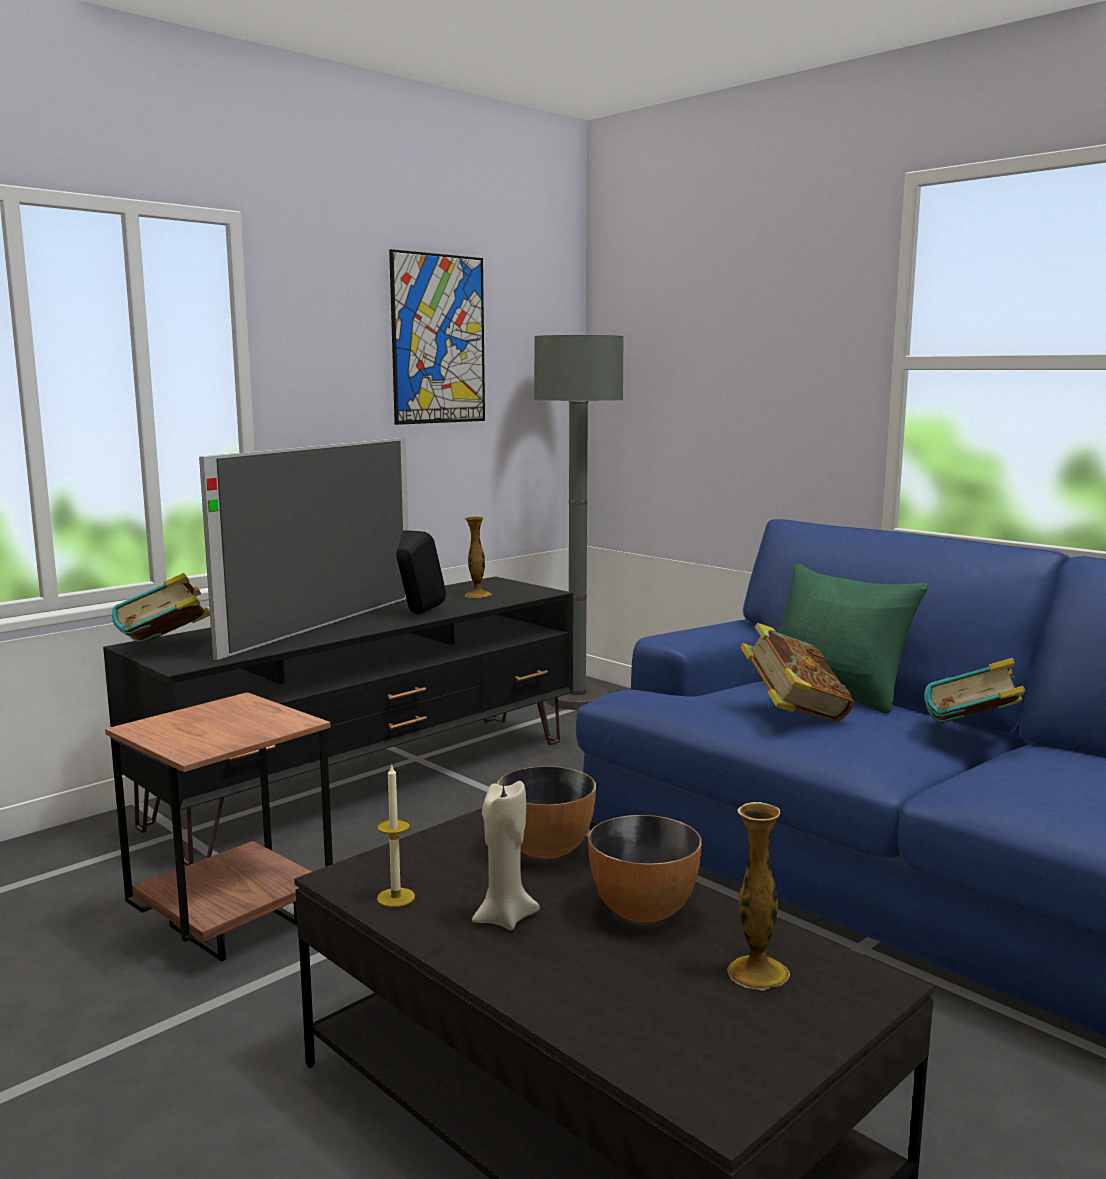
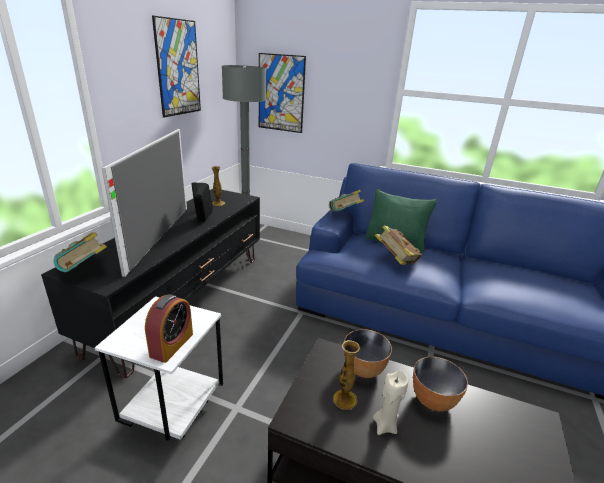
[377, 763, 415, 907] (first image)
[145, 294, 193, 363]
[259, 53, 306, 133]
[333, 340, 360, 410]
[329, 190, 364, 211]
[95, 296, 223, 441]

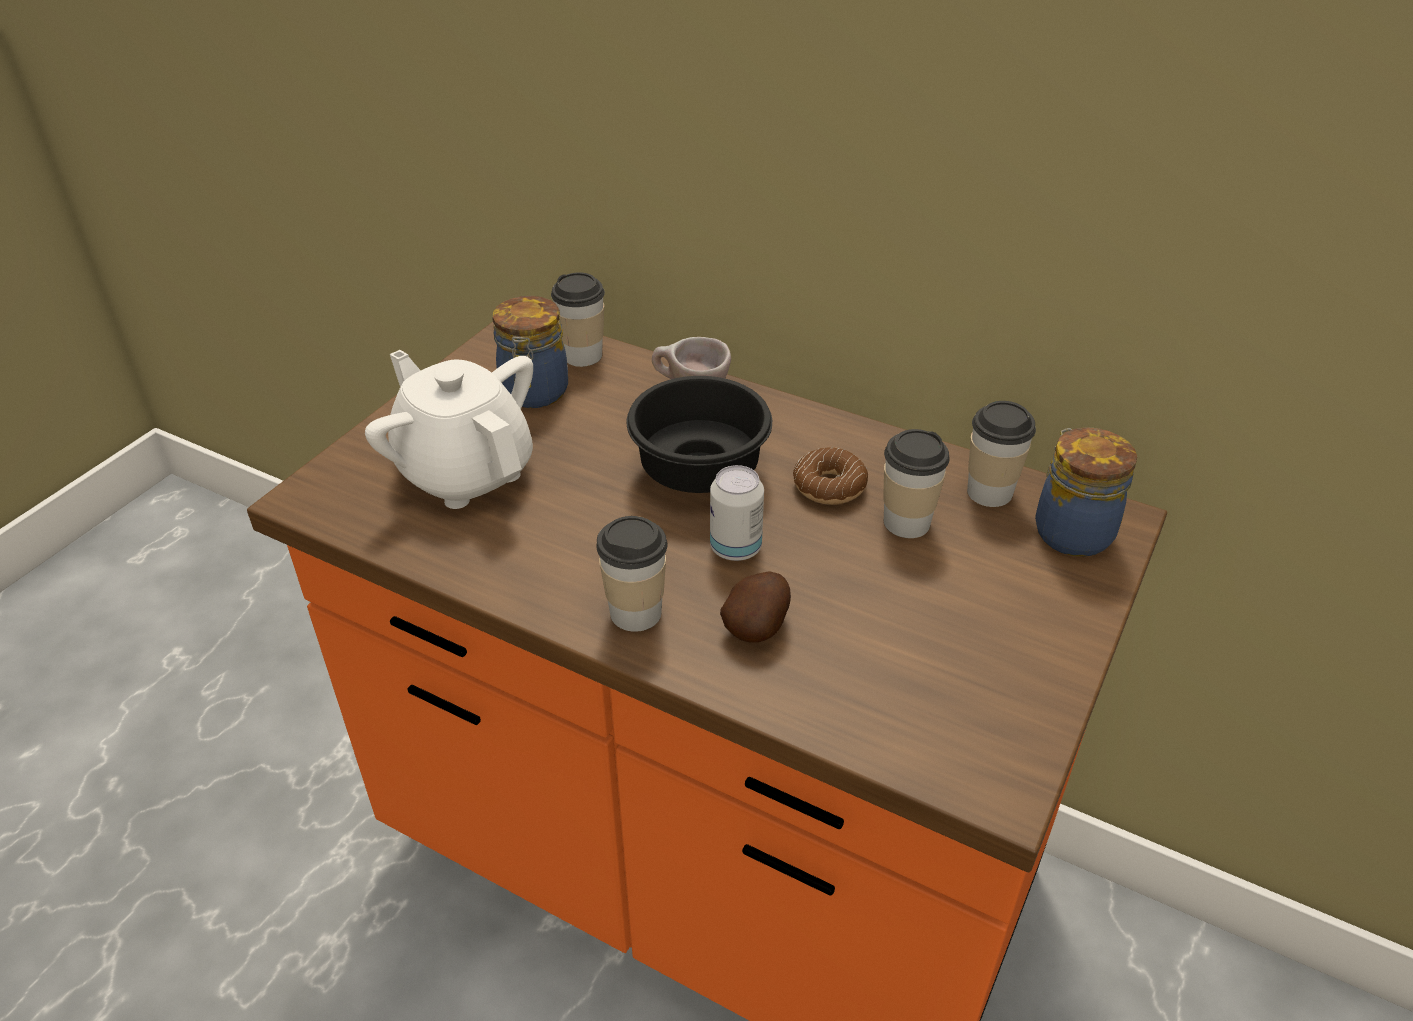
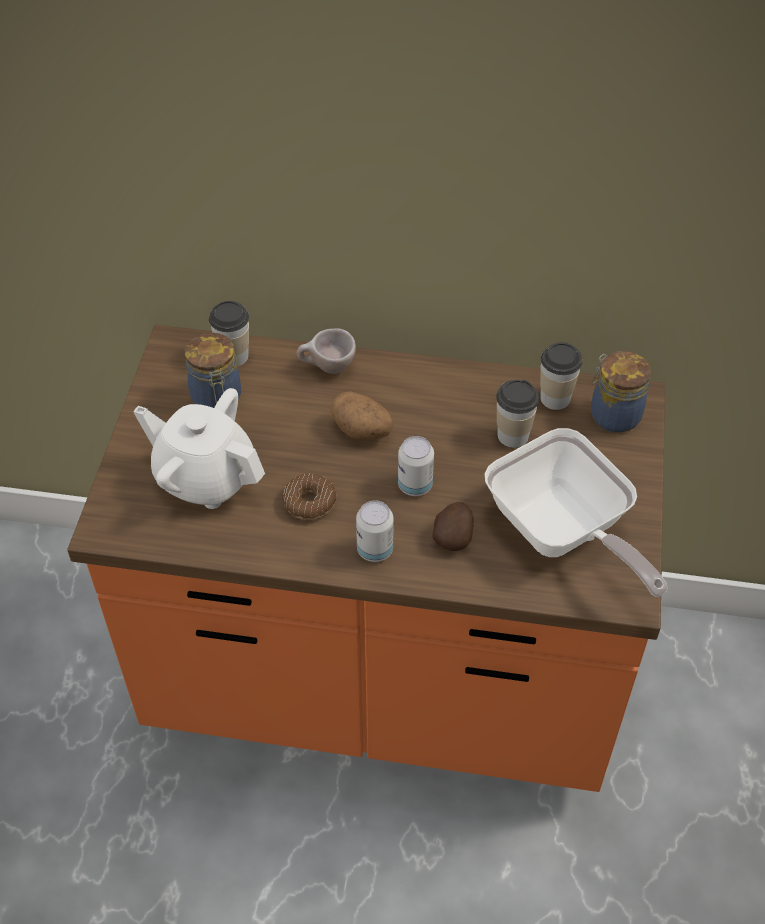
[485, 428, 668, 597]
[282, 473, 336, 520]
[356, 500, 394, 562]
[330, 391, 394, 440]

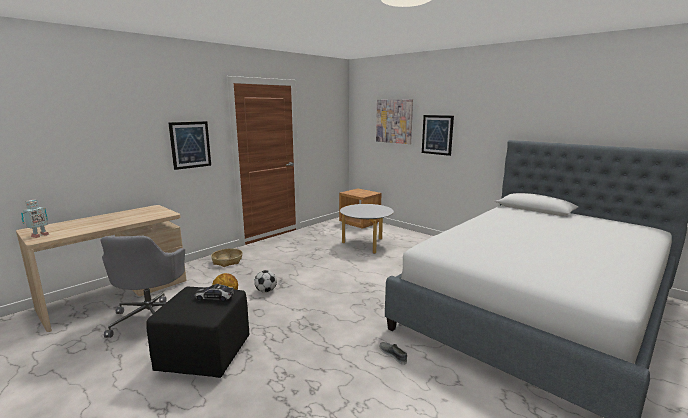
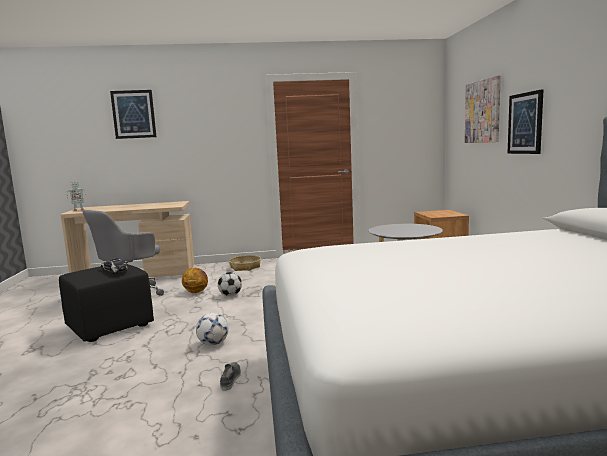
[196, 313, 229, 346]
[110, 90, 157, 139]

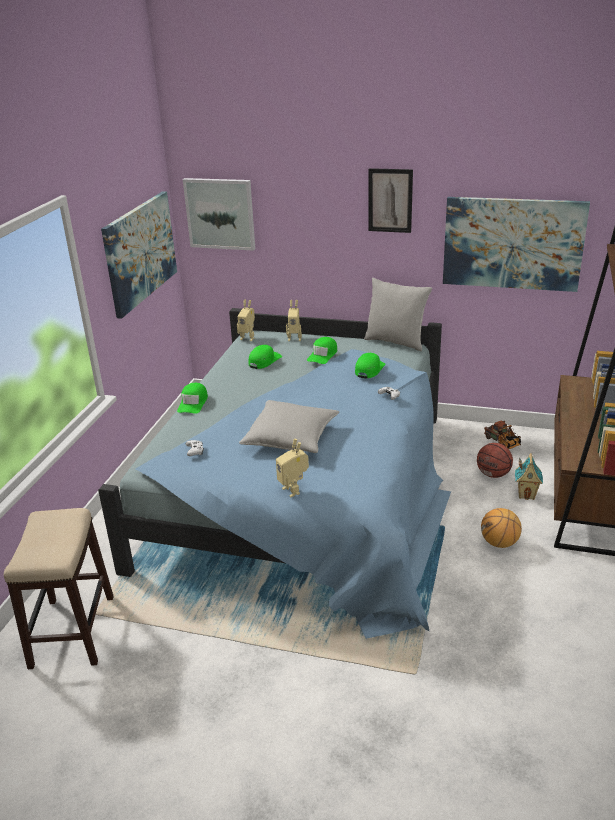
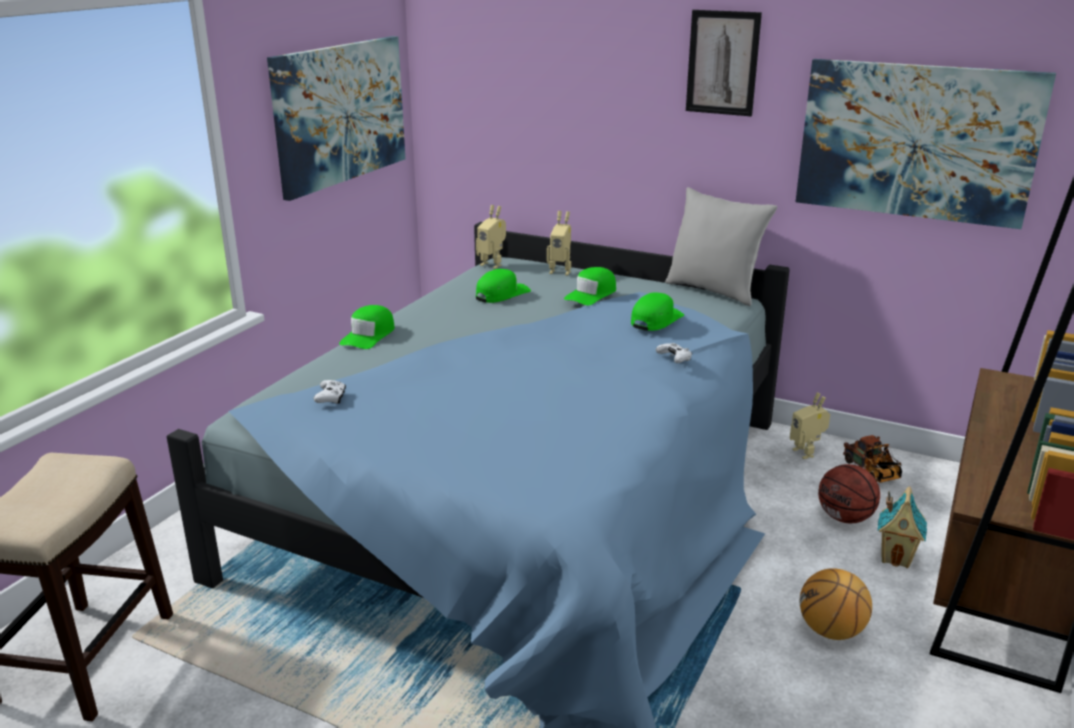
[183, 178, 255, 251] (first image)
[239, 400, 339, 453] (first image)
[790, 392, 830, 459]

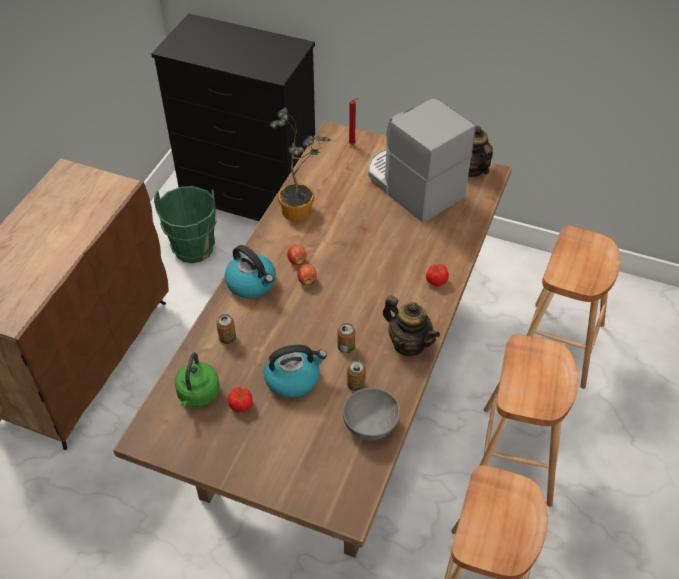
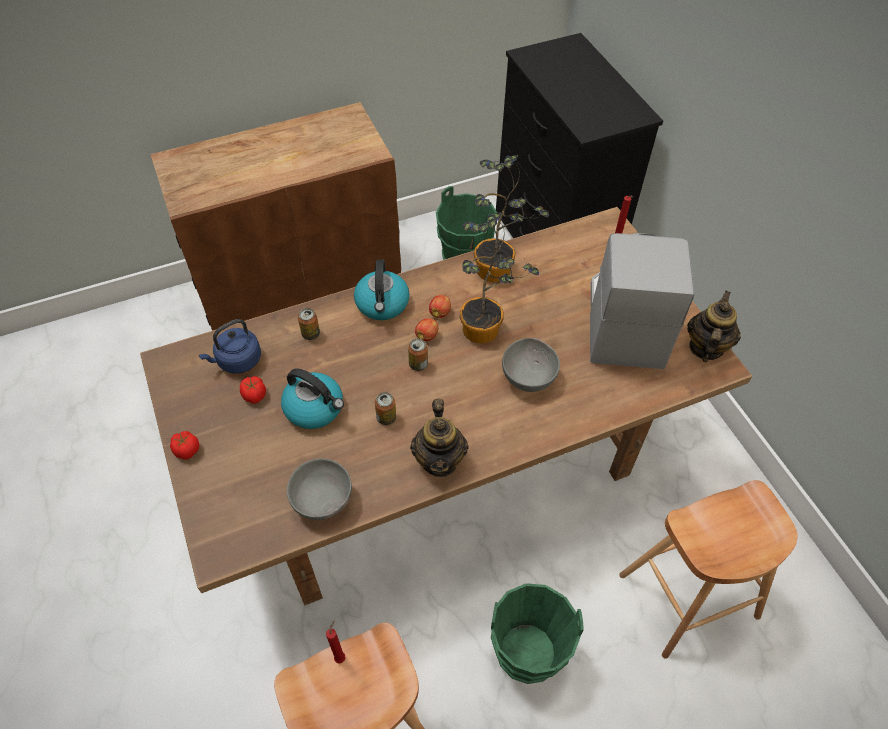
[326, 621, 346, 664]
[460, 212, 539, 344]
[502, 338, 560, 392]
[408, 338, 428, 371]
[170, 431, 199, 460]
[491, 583, 584, 684]
[199, 319, 261, 374]

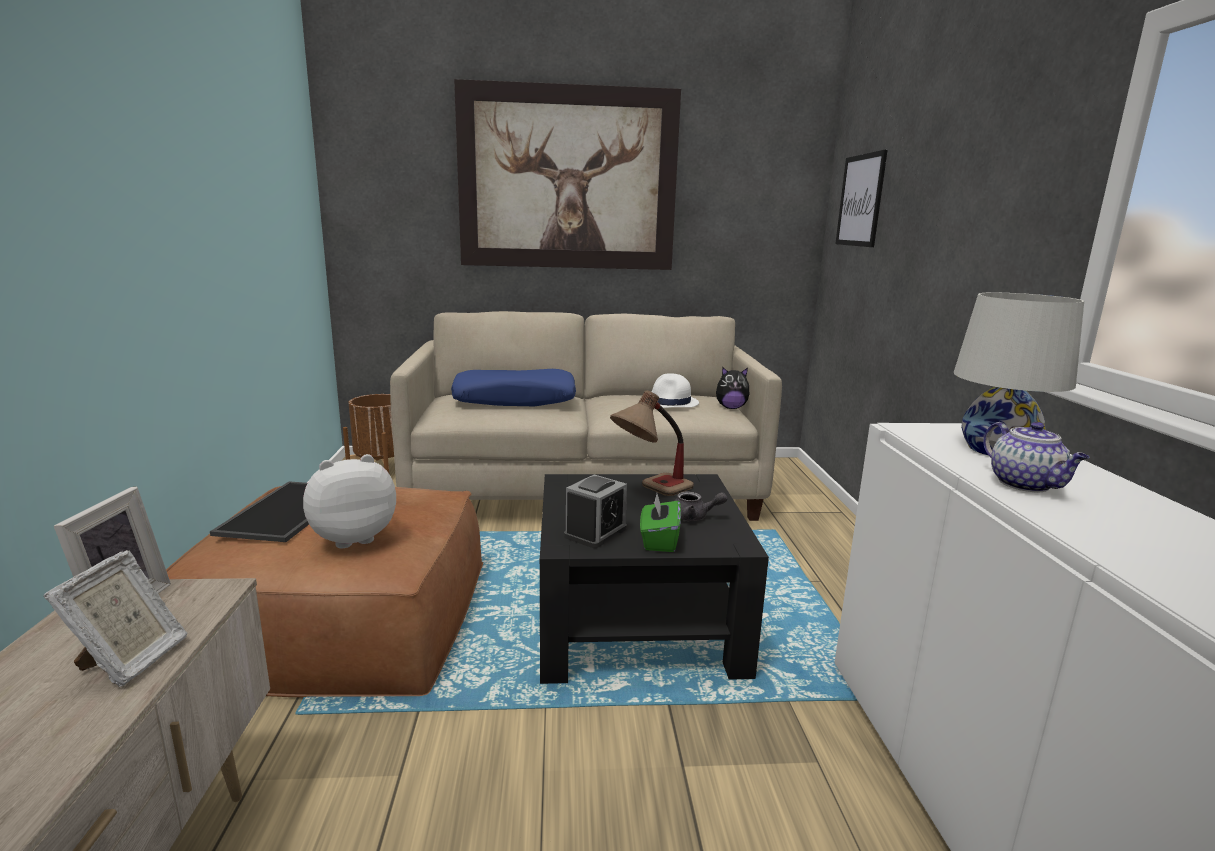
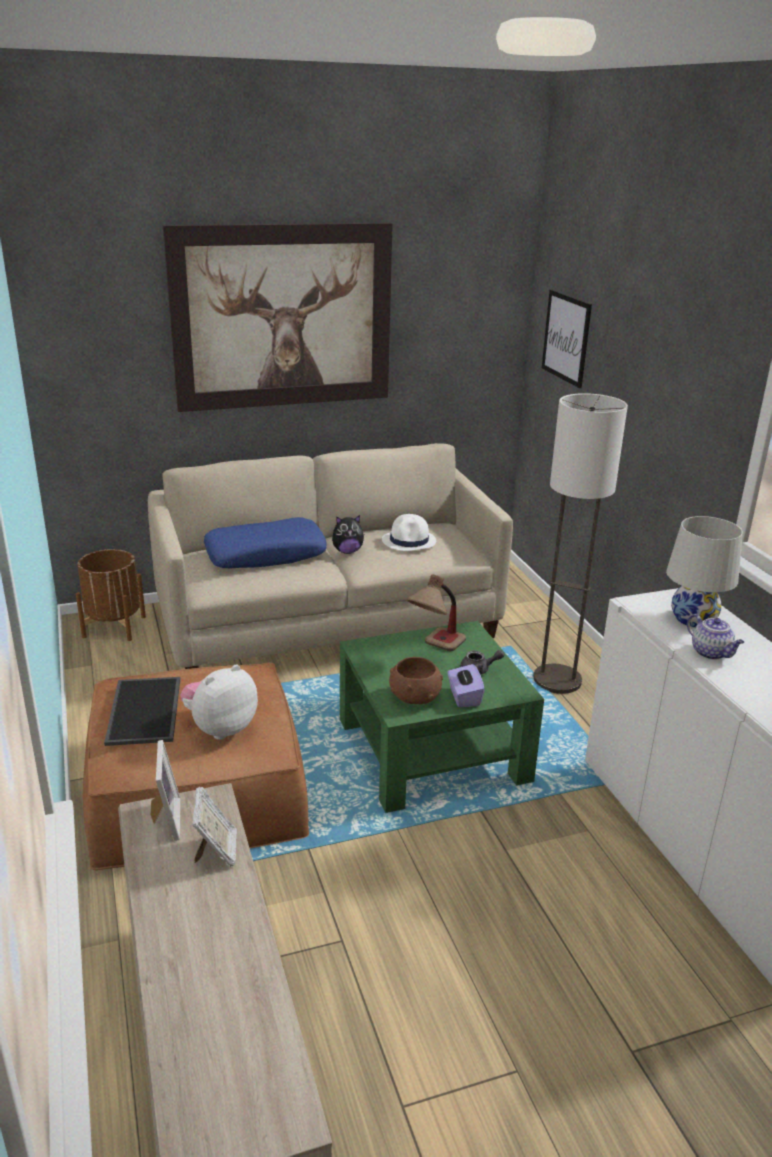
[533, 393, 628, 694]
[332, 515, 364, 554]
[389, 657, 443, 704]
[340, 621, 544, 813]
[447, 664, 485, 707]

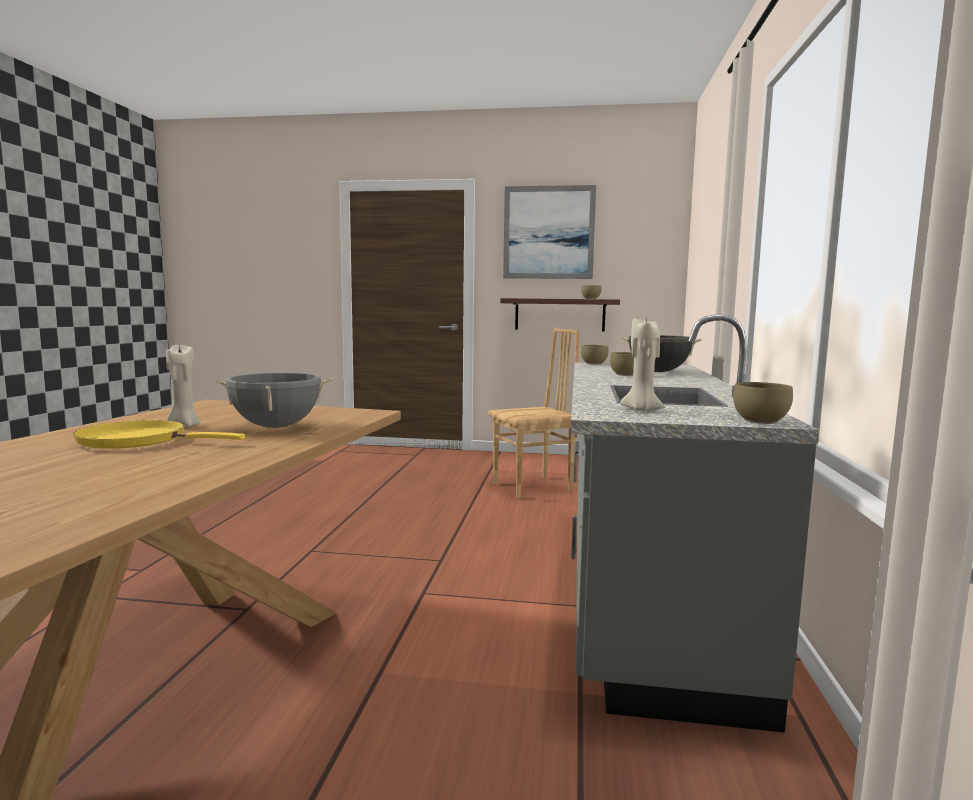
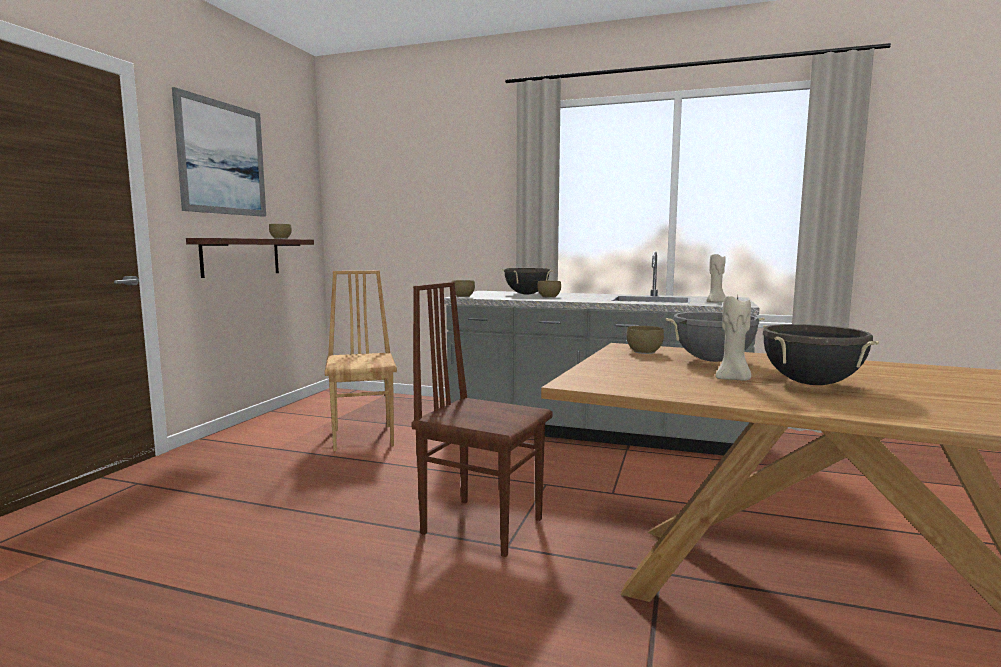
[411, 282, 553, 557]
[626, 326, 664, 354]
[763, 324, 879, 385]

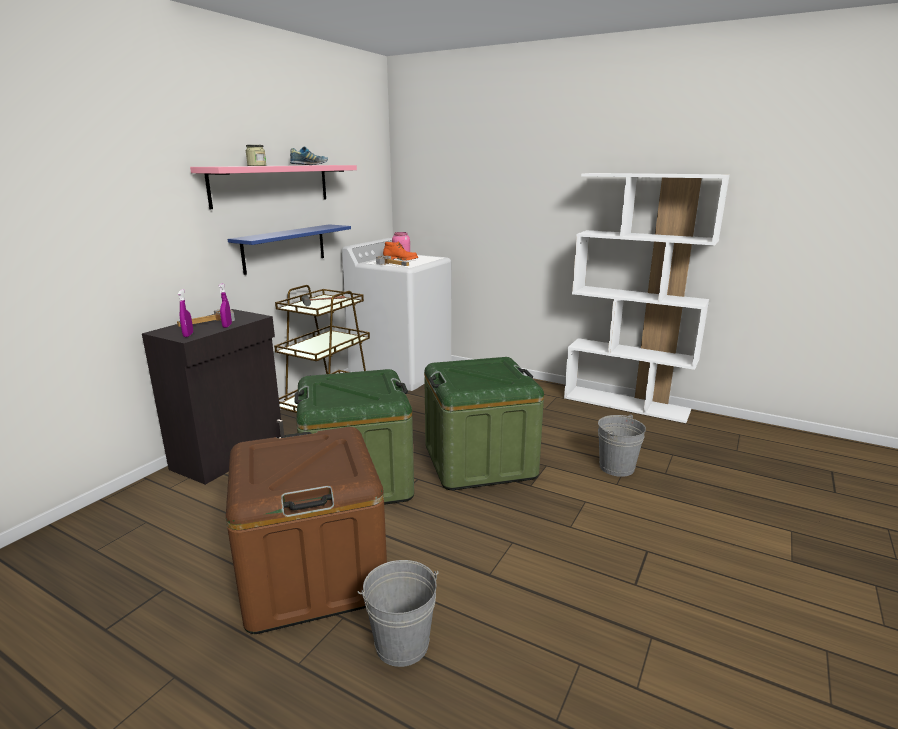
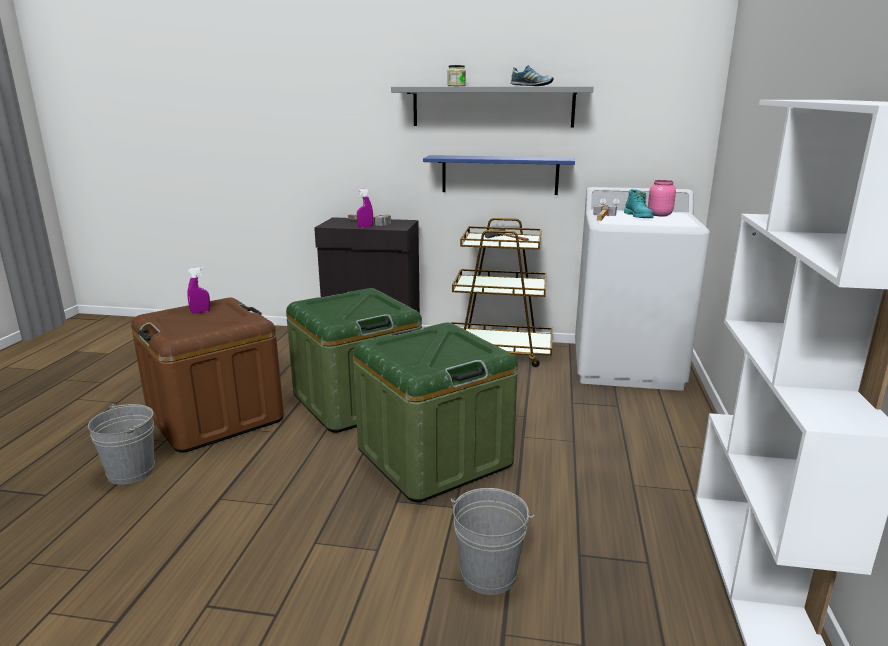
[187, 267, 210, 314]
[391, 86, 593, 127]
[624, 189, 654, 218]

